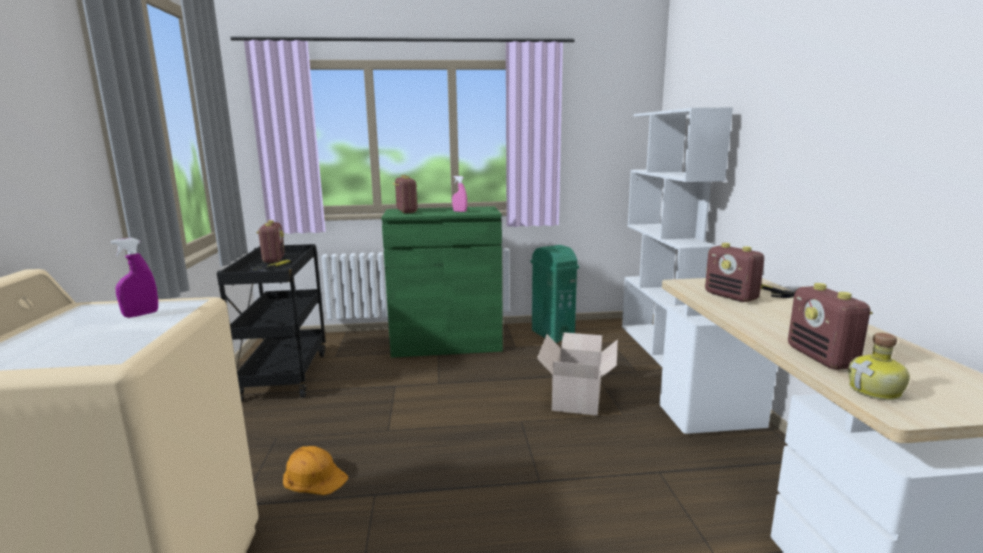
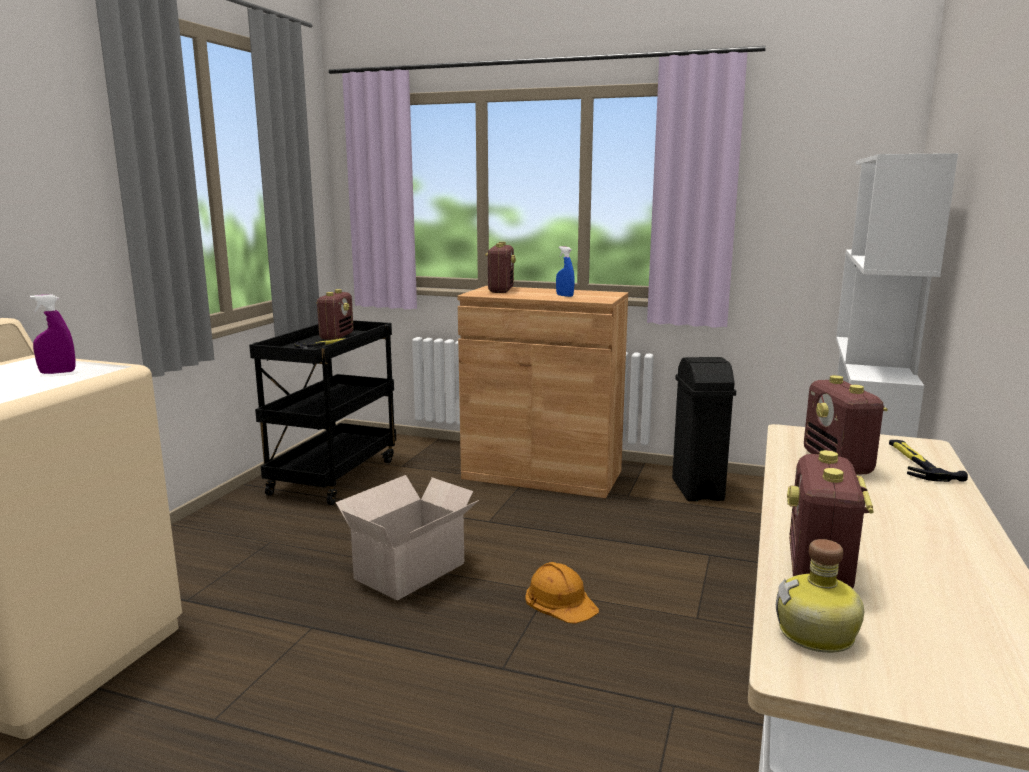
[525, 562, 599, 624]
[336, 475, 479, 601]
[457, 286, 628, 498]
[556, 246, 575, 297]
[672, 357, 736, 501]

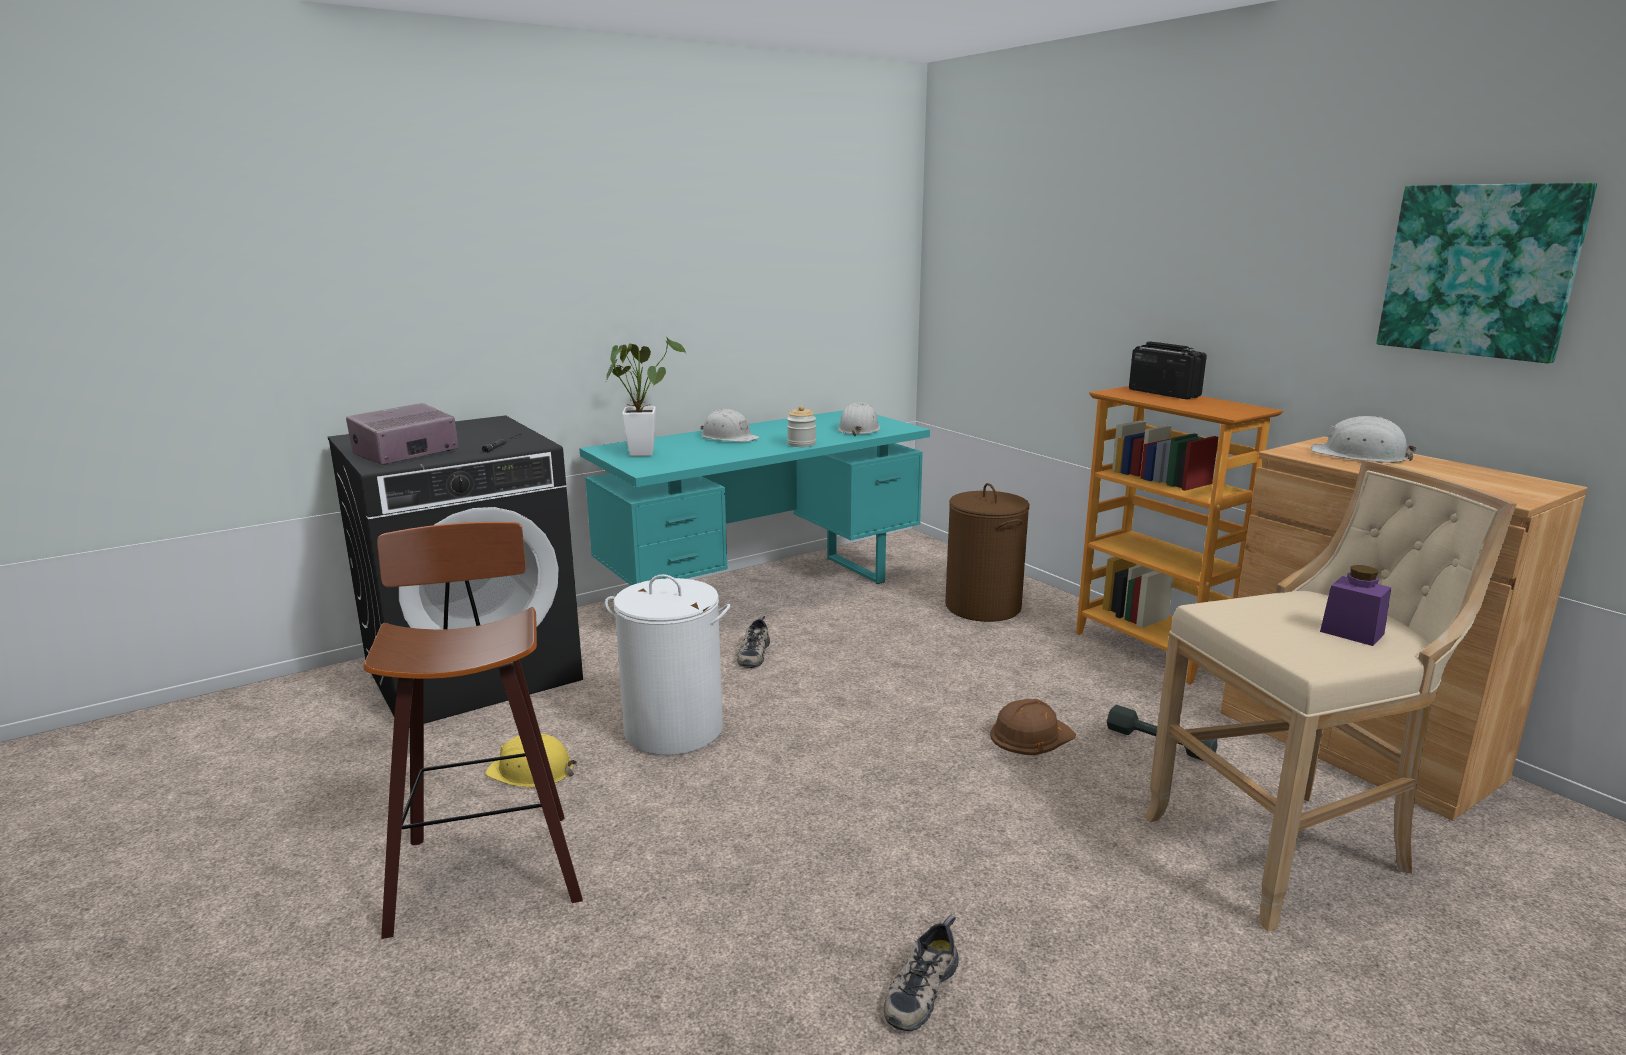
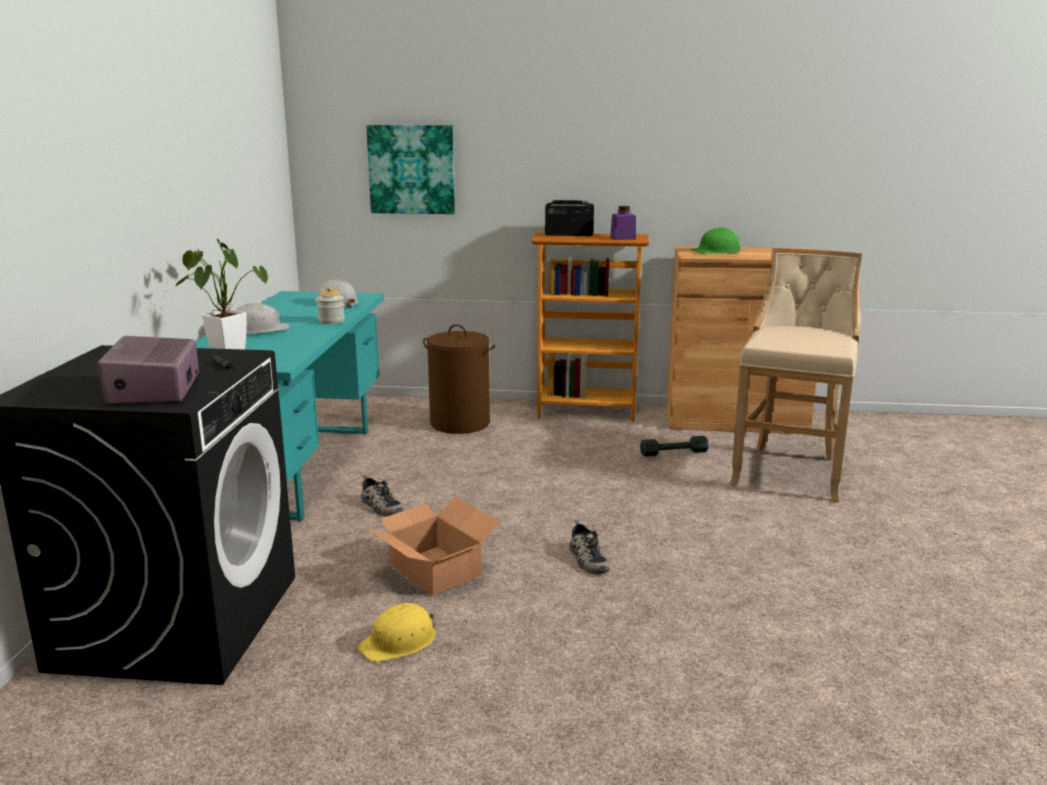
[363, 522, 583, 939] (first image)
[990, 699, 1076, 755] (first image)
[569, 520, 610, 575]
[610, 206, 636, 240]
[366, 125, 455, 214]
[366, 497, 501, 596]
[691, 227, 741, 254]

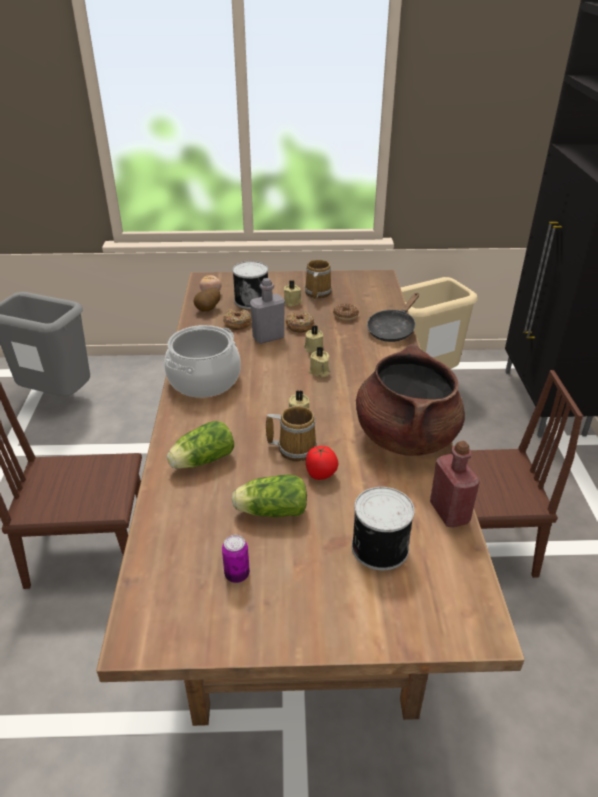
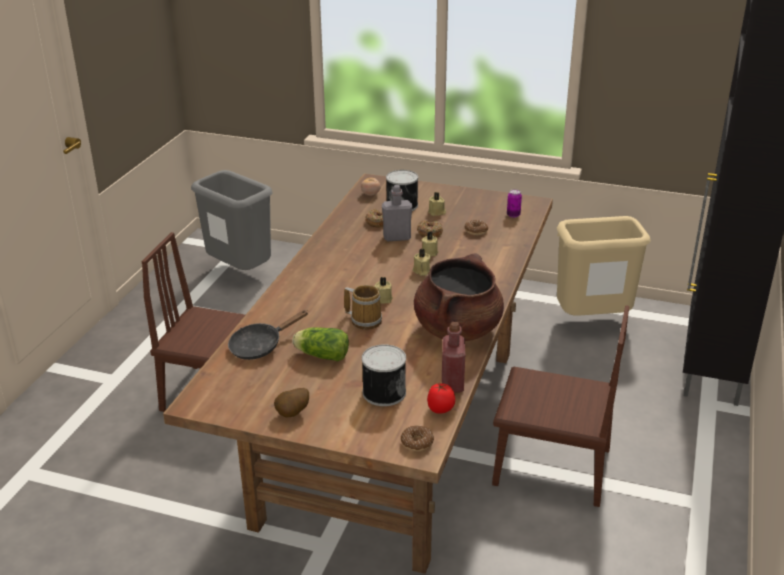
[164, 325, 241, 398] (first image)
[167, 421, 234, 469] (first image)
[305, 259, 332, 300] (first image)
[401, 426, 434, 452]
[274, 388, 309, 417]
[507, 189, 522, 218]
[427, 383, 455, 414]
[228, 310, 308, 360]

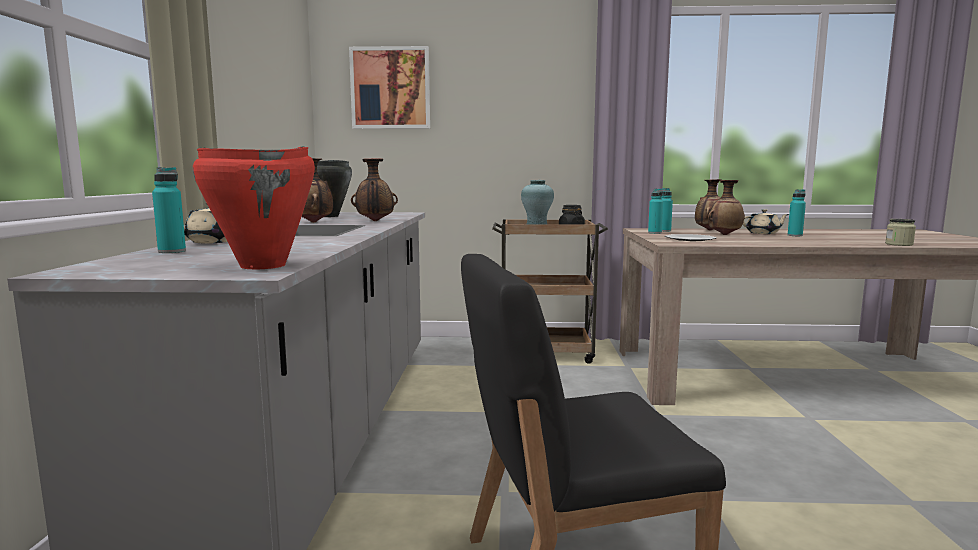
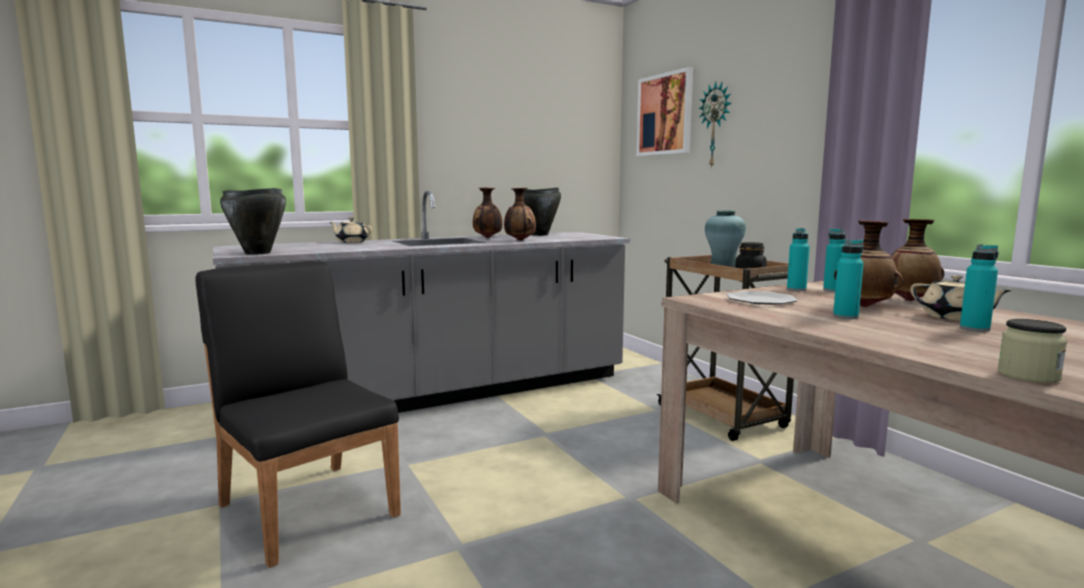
[698, 81, 731, 169]
[833, 239, 864, 319]
[220, 188, 286, 255]

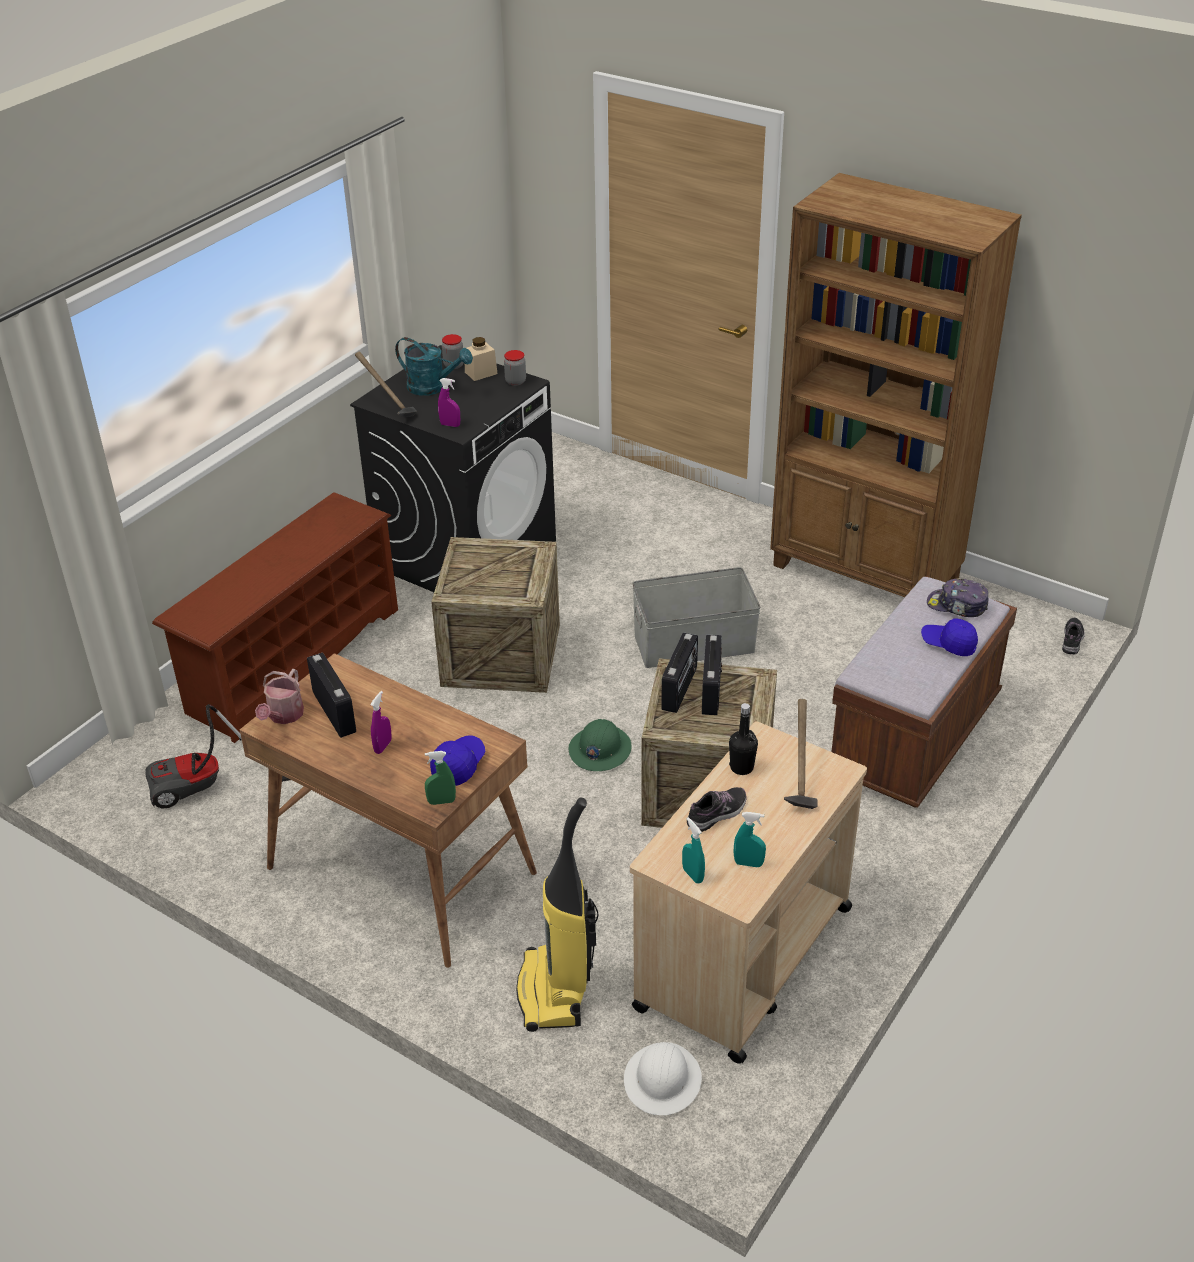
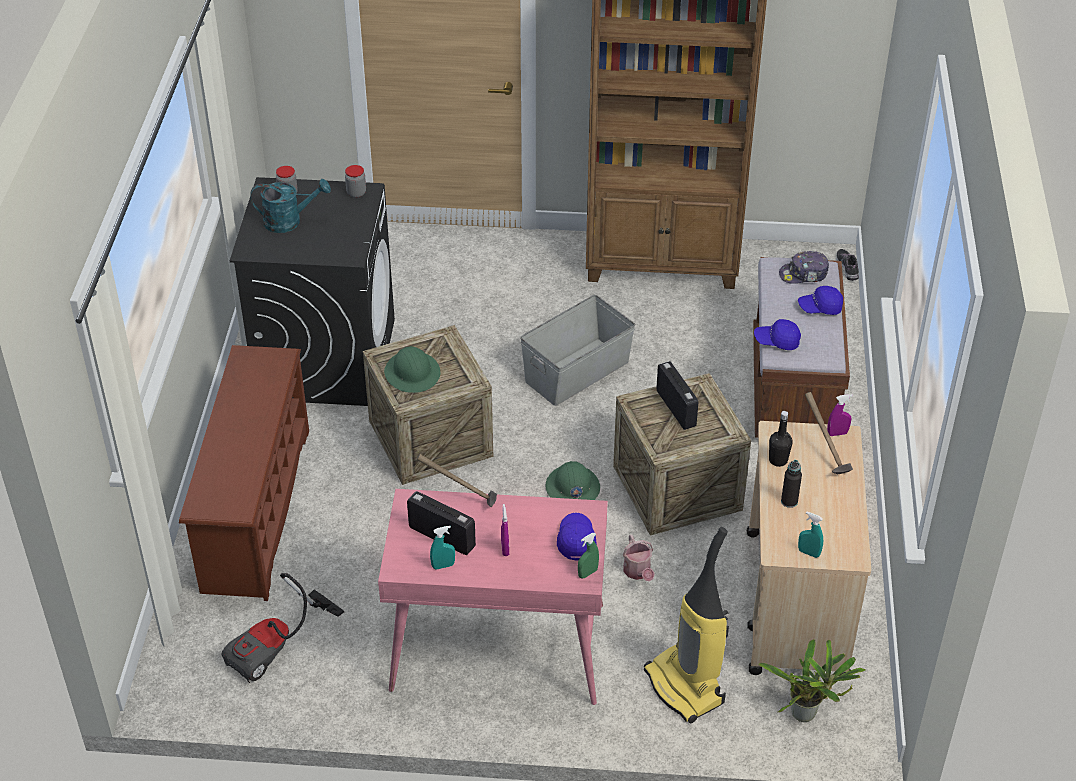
[465, 337, 498, 381] (first image)
[661, 632, 698, 713] (first image)
[384, 346, 440, 393]
[754, 319, 801, 350]
[623, 535, 655, 582]
[417, 454, 497, 507]
[827, 394, 853, 436]
[430, 526, 455, 570]
[758, 639, 865, 722]
[781, 460, 802, 508]
[378, 489, 608, 705]

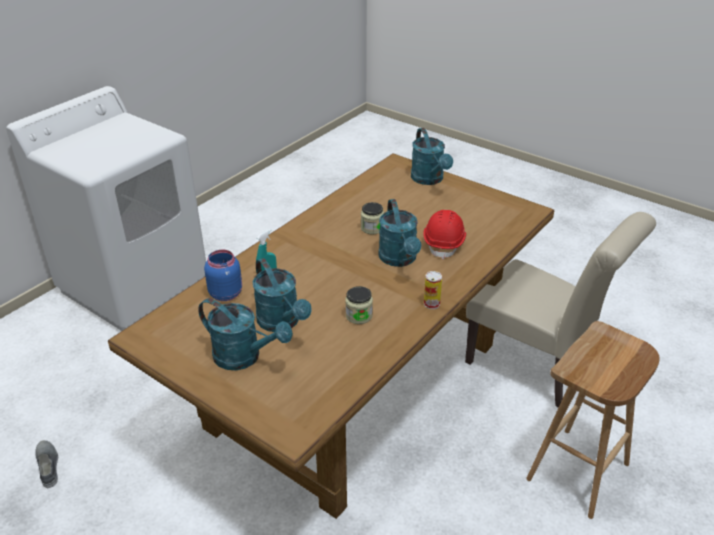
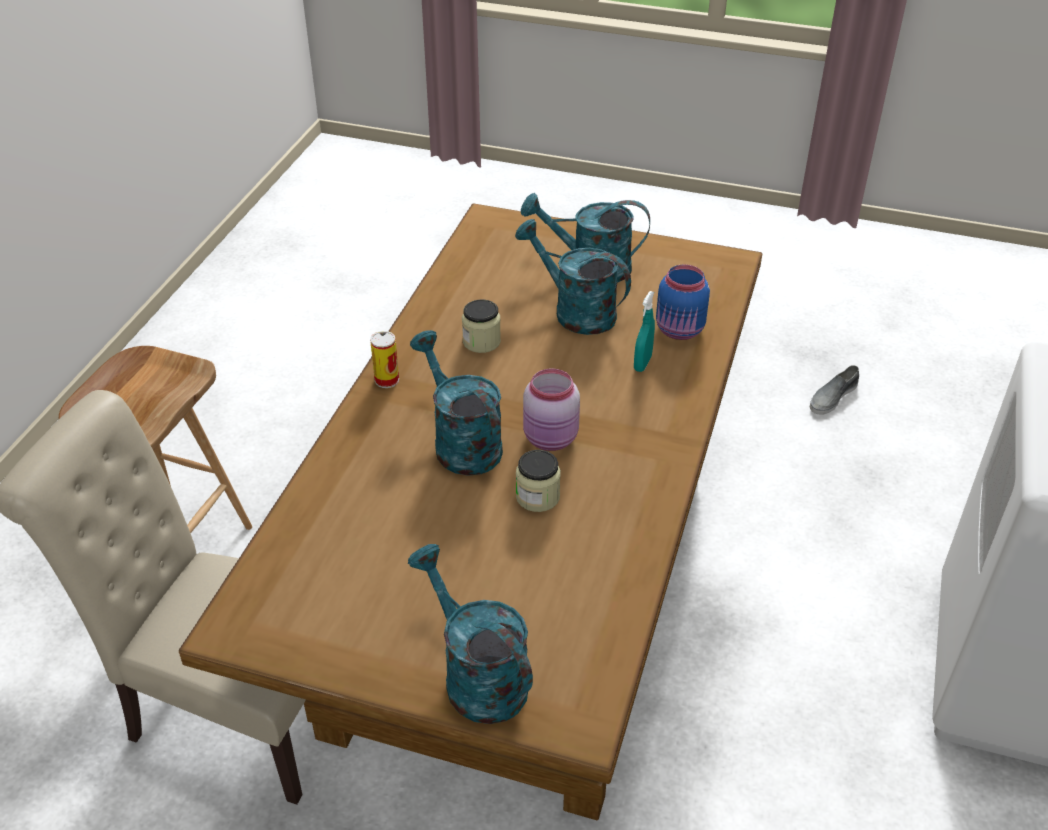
[423, 210, 466, 260] (first image)
[523, 369, 580, 451]
[810, 365, 859, 415]

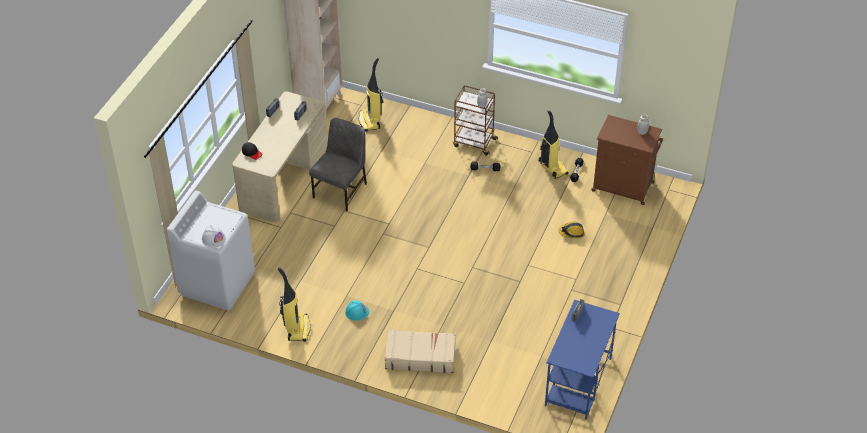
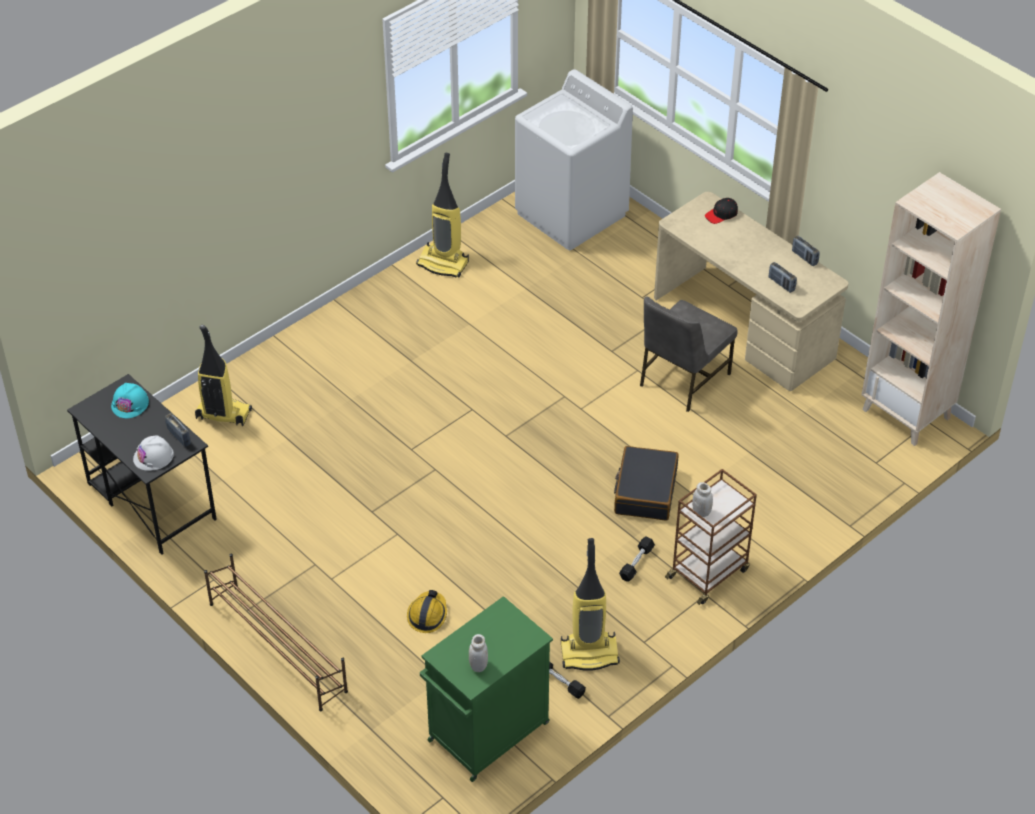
[385, 330, 456, 373] (first image)
[204, 554, 348, 711]
[614, 446, 678, 521]
[133, 435, 174, 471]
[111, 383, 149, 418]
[195, 325, 252, 427]
[67, 374, 217, 555]
[420, 596, 553, 782]
[640, 296, 737, 412]

